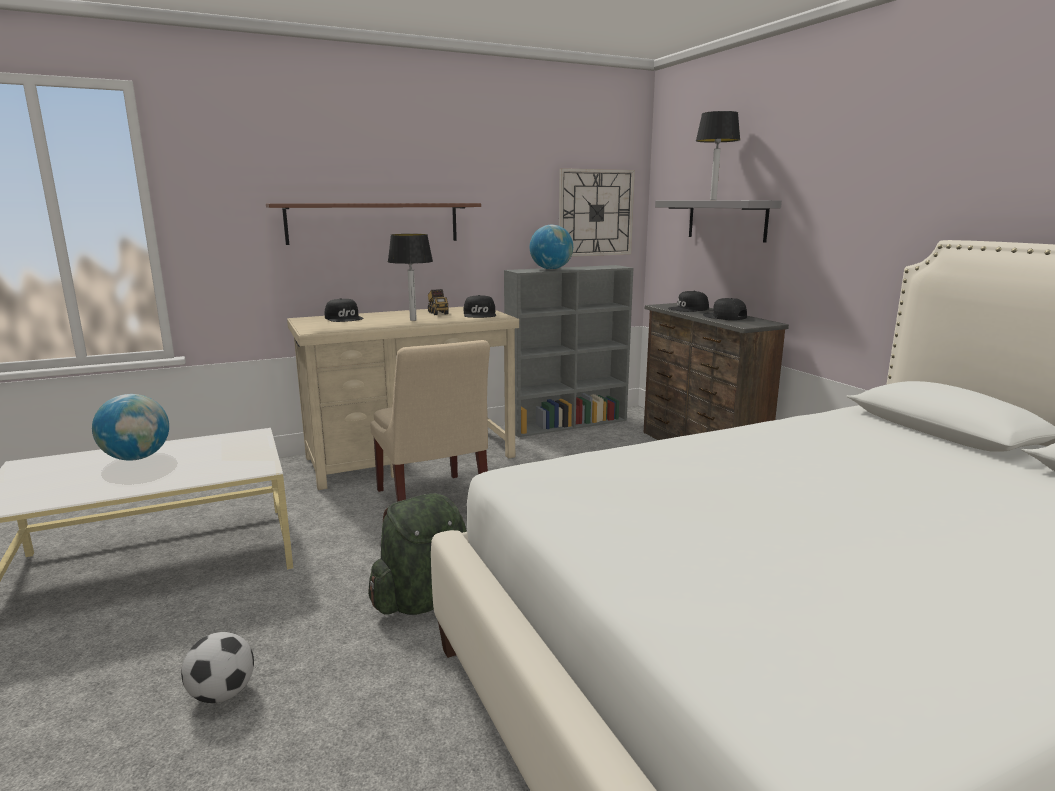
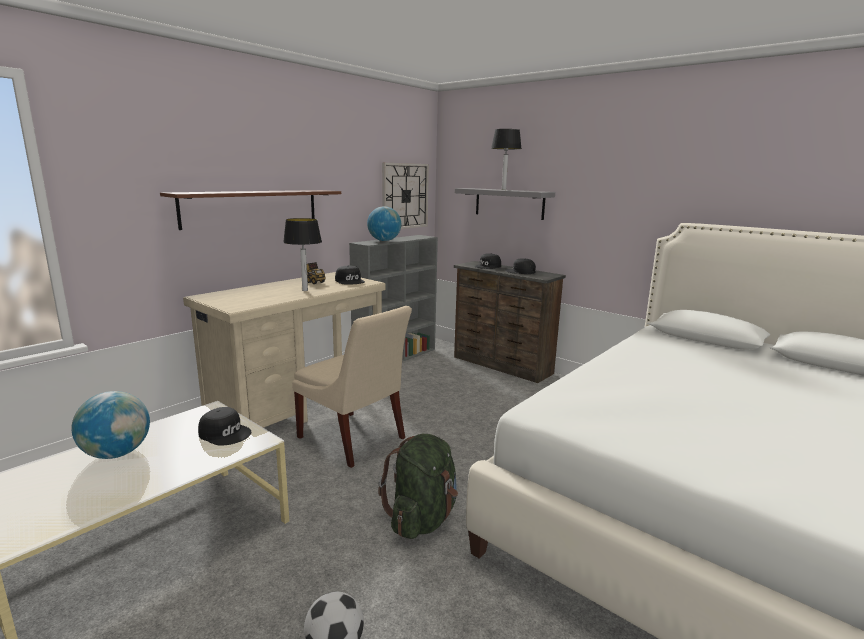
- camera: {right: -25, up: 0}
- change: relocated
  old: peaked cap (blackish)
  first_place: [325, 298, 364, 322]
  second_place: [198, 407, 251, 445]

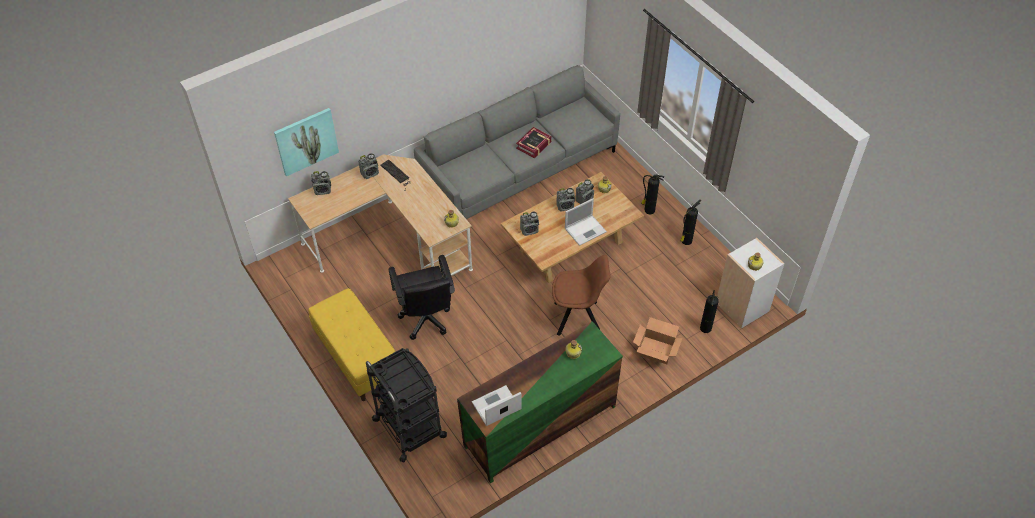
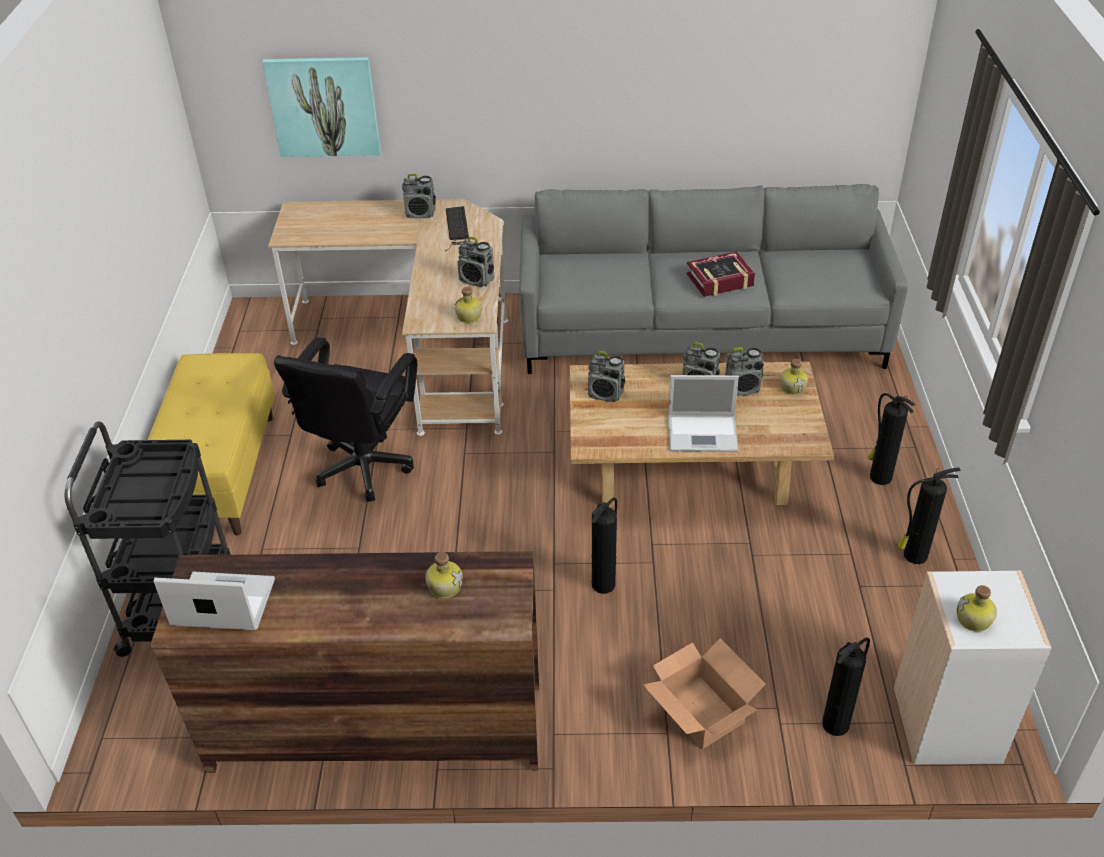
- camera: {right: 35, up: -10}
- change: relocated
  old: radio set
  first_place: [311, 171, 331, 195]
  second_place: [458, 236, 494, 287]
- change: exchanged
  old: upright chair (brown)
  new: extinguisher
  first_place: [552, 255, 611, 336]
  second_place: [591, 498, 618, 594]
- change: colour
  old: cabinet (green)
  new: cabinet (brown)
  first_place: [457, 321, 623, 483]
  second_place: [150, 551, 539, 773]

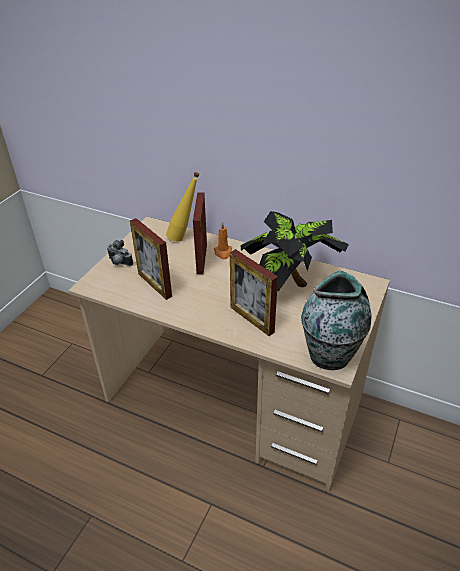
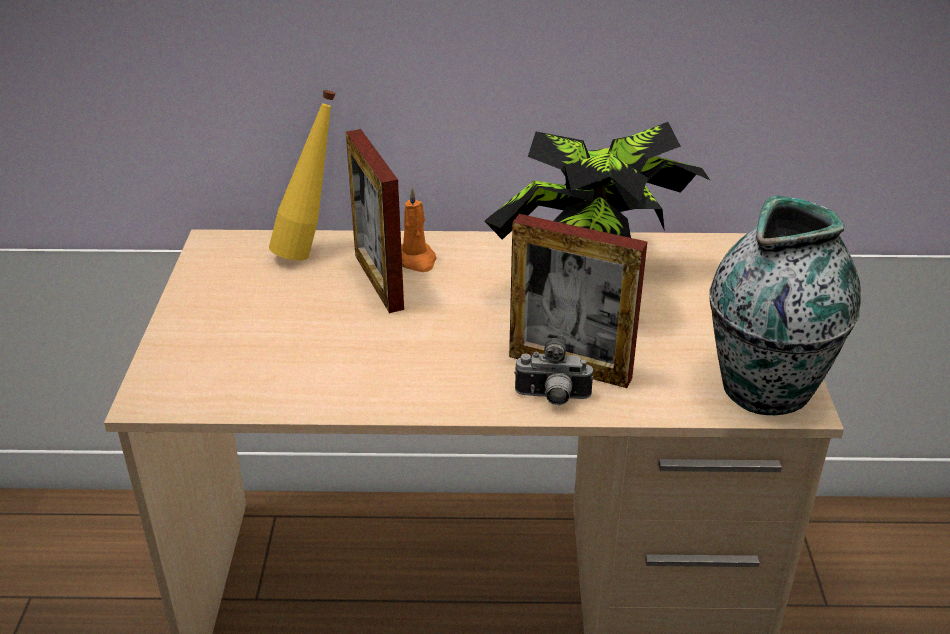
- camera: {right: -25, up: -5}
- change: missing
  old: photo frame
  first_place: [130, 218, 172, 300]
- change: relocated
  old: photo camera
  first_place: [107, 240, 133, 266]
  second_place: [514, 335, 594, 405]

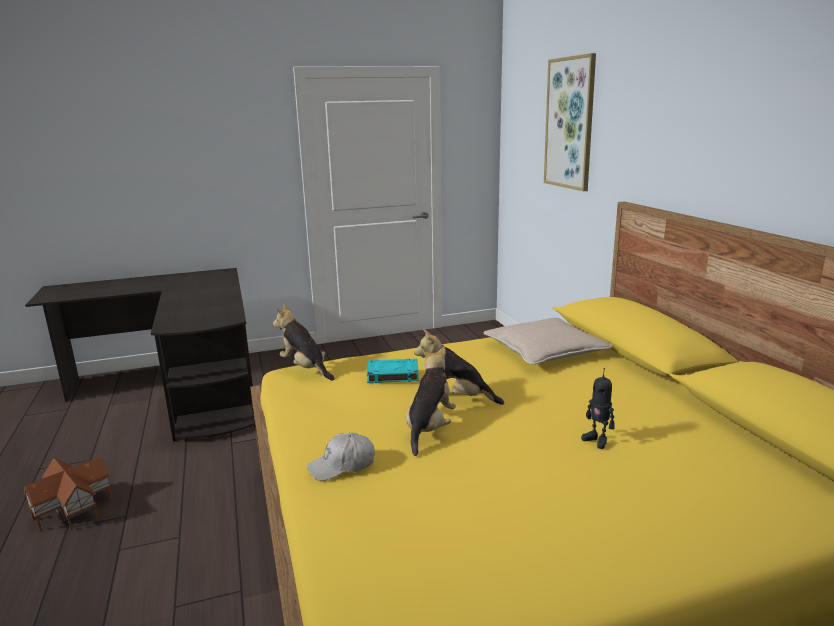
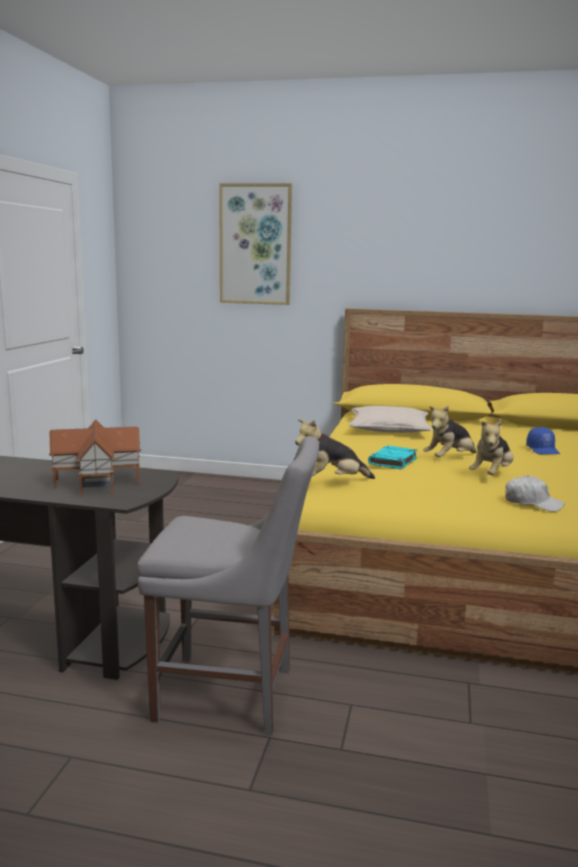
- camera: {right: -60, up: -5}
- change: appeared
  new: upright chair (grey)
  second_place: [137, 436, 319, 736]
- change: relocated
  old: toy house
  first_place: [23, 457, 113, 531]
  second_place: [49, 419, 141, 496]
- change: exchanged
  old: model robot
  new: peaked cap (blue)
  first_place: [581, 368, 615, 449]
  second_place: [526, 427, 560, 454]
- change: spun
  old: peaked cap (whitish)
  first_place: [307, 433, 375, 481]
  second_place: [505, 475, 565, 512]
  degrees: -75
- change: spun
  old: plush toy
  first_place: [406, 346, 456, 456]
  second_place: [469, 420, 514, 475]
  degrees: -105

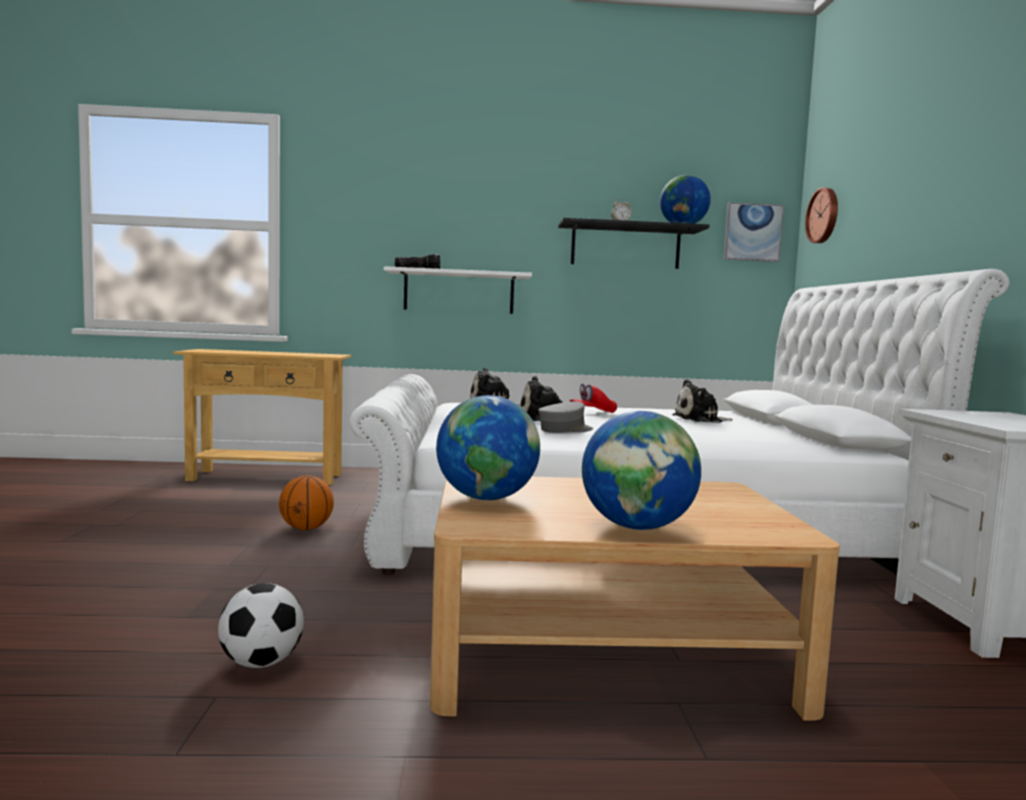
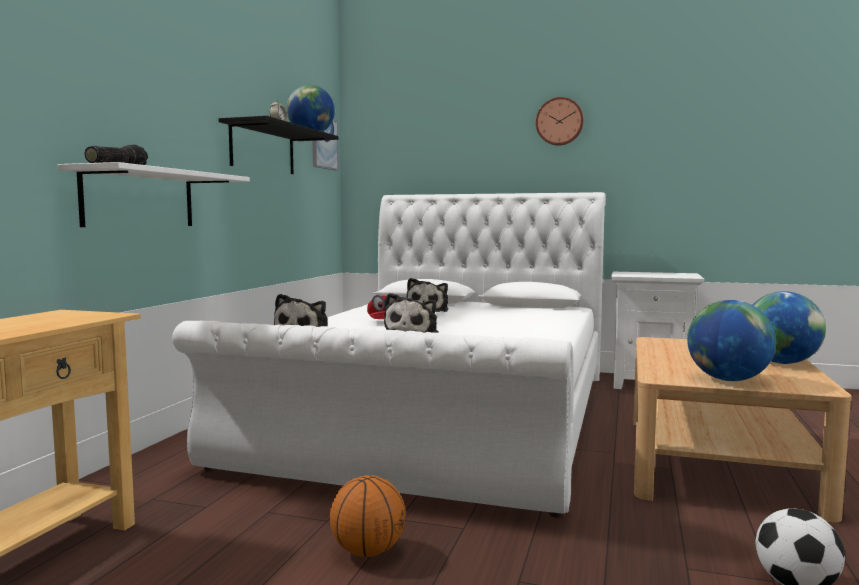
- camera: {right: -70, up: 0}
- change: missing
  old: peaked cap (grey)
  first_place: [538, 402, 593, 433]
- change: relocated
  old: hanging clock
  first_place: [805, 188, 838, 243]
  second_place: [536, 97, 584, 146]

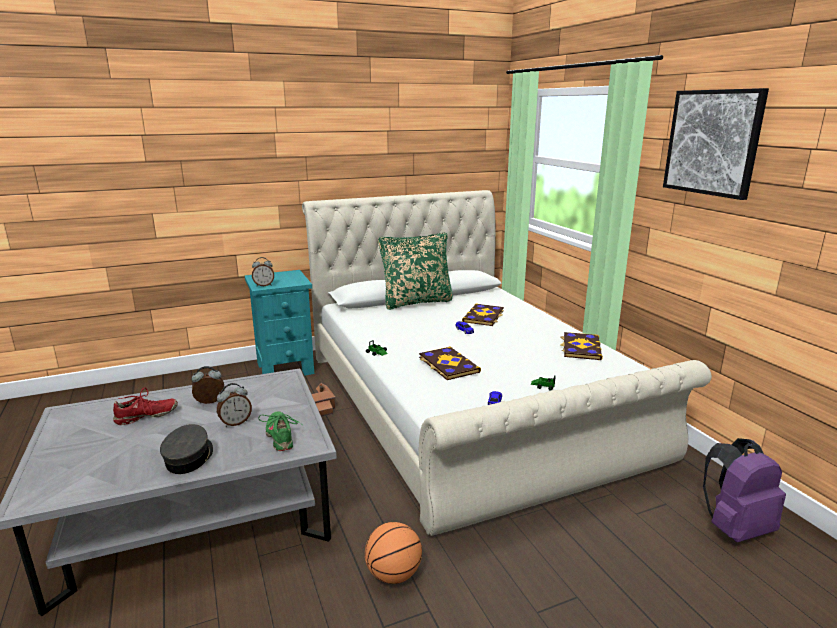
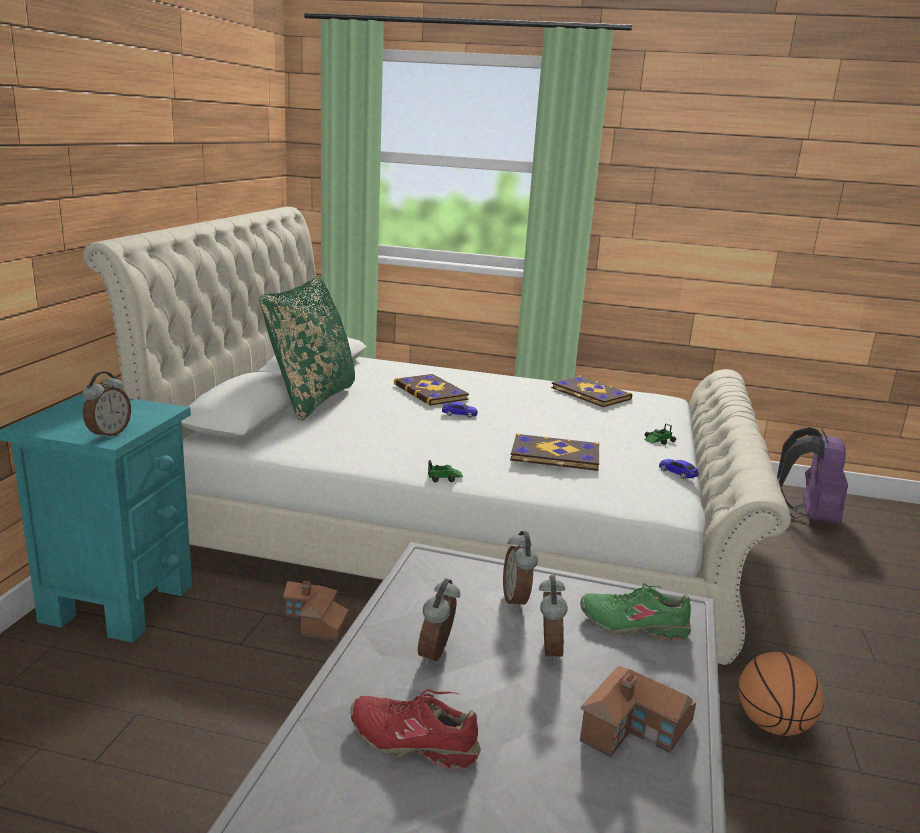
- camera: {right: -55, up: 0}
- change: missing
  old: picture
  first_place: [663, 88, 769, 200]
- change: appeared
  new: bedside clock
  second_place: [503, 531, 538, 610]
- change: exchanged
  old: peaked cap (grey)
  new: toy house
  first_place: [160, 424, 213, 474]
  second_place: [580, 666, 696, 757]
- change: spun
  old: item of footwear (red)
  first_place: [113, 387, 178, 425]
  second_place: [350, 689, 481, 769]
  degrees: -75

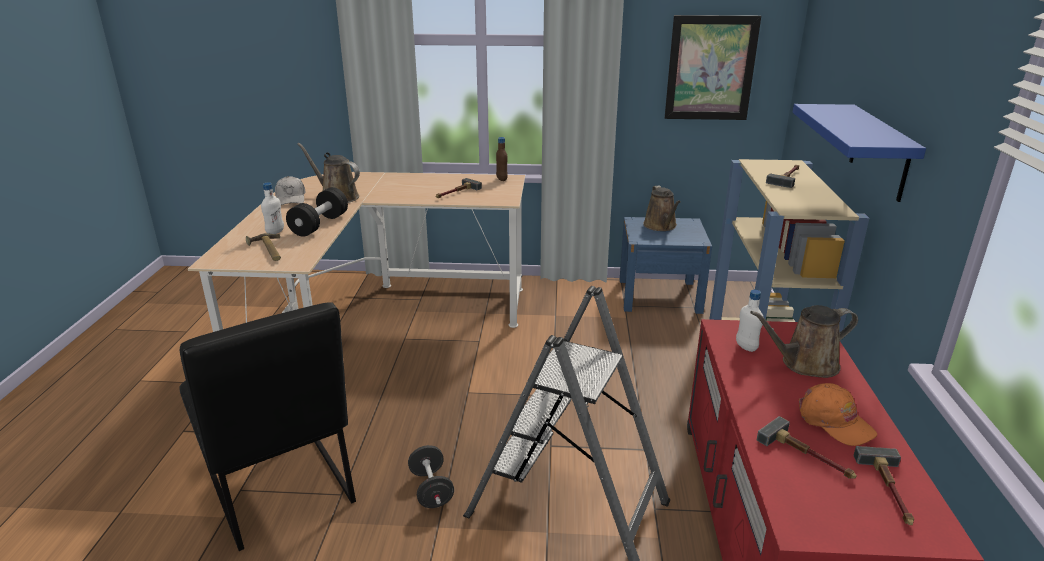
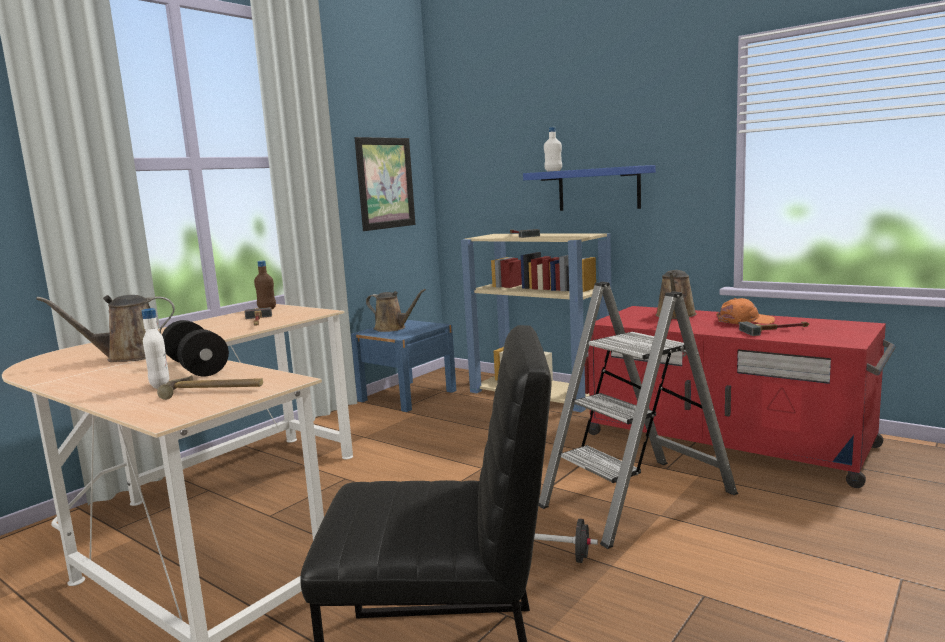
- camera: {right: -55, up: -15}
- change: missing
  old: peaked cap (whitish)
  first_place: [275, 176, 305, 205]
- change: missing
  old: tool hammer
  first_place: [853, 446, 914, 525]
- change: relocated
  old: drink bottle (whitish)
  first_place: [736, 290, 763, 352]
  second_place: [544, 127, 562, 171]

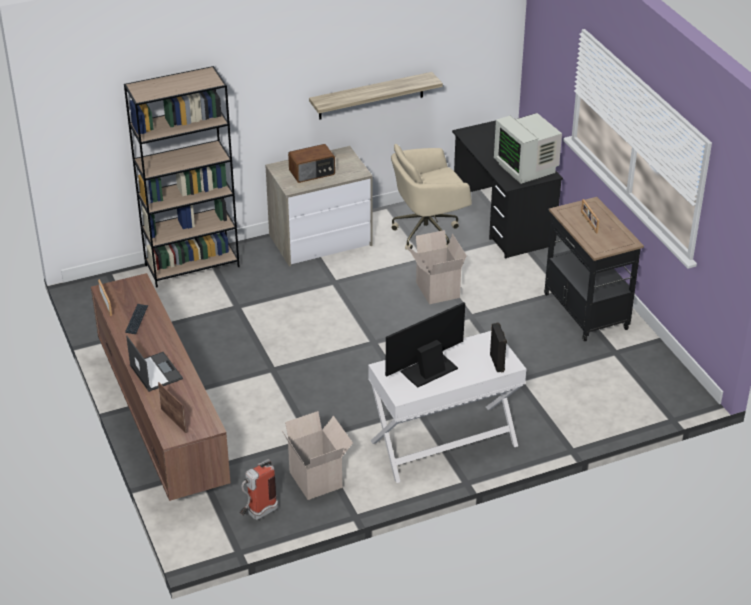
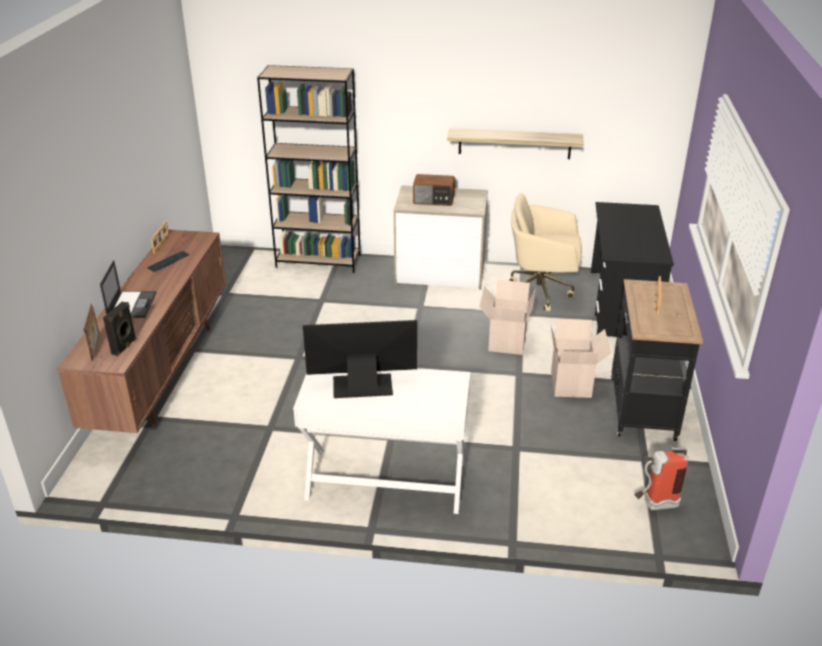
- camera: {right: 30, up: -5}
- change: missing
  old: monitor
  first_place: [494, 113, 562, 184]
- change: relocated
  old: extinguisher
  first_place: [239, 459, 278, 520]
  second_place: [635, 447, 688, 510]
- change: relocated
  old: cardboard box
  first_place: [282, 411, 353, 500]
  second_place: [550, 319, 611, 398]
- change: relocated
  old: loudspeaker (blackish)
  first_place: [490, 322, 507, 372]
  second_place: [103, 302, 136, 356]

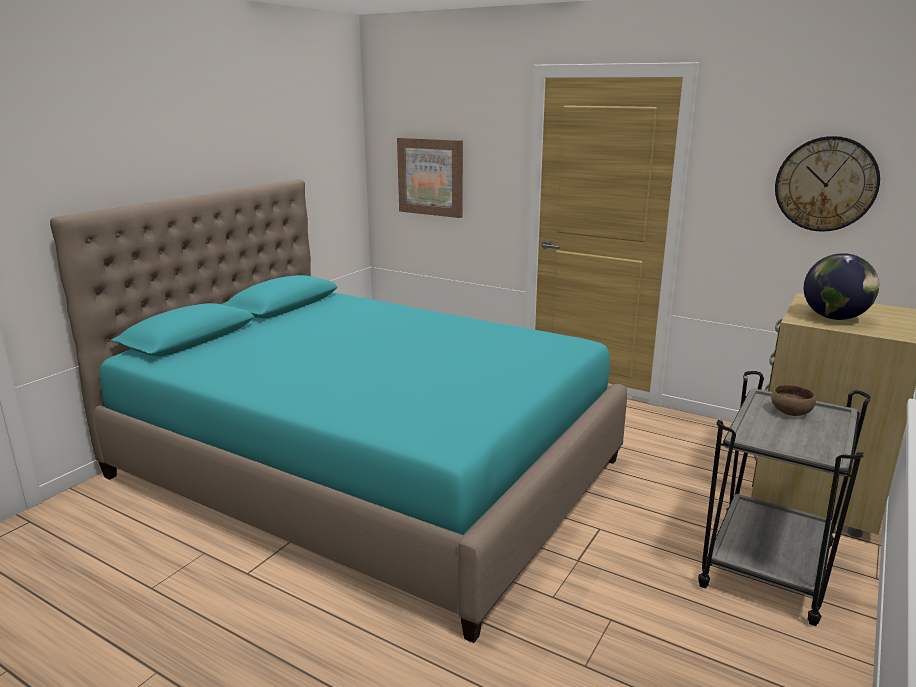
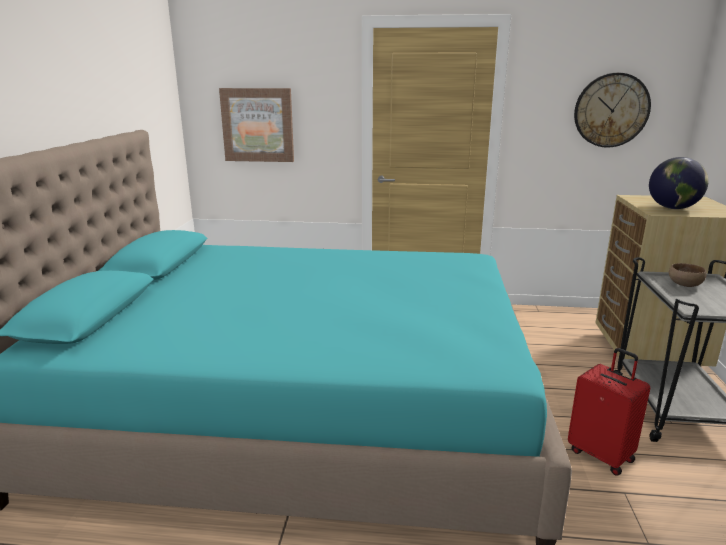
- camera: {right: -25, up: 0}
- change: appeared
  new: suitcase (red)
  second_place: [568, 348, 650, 476]

